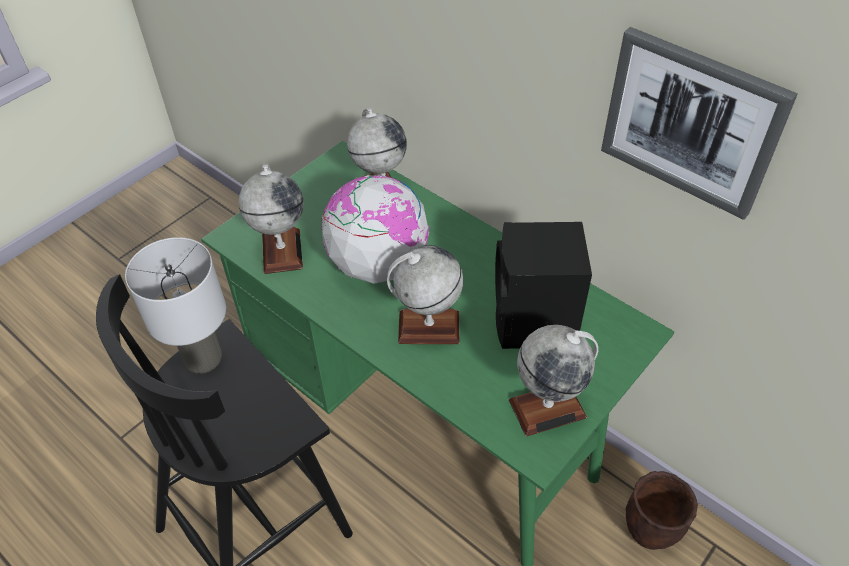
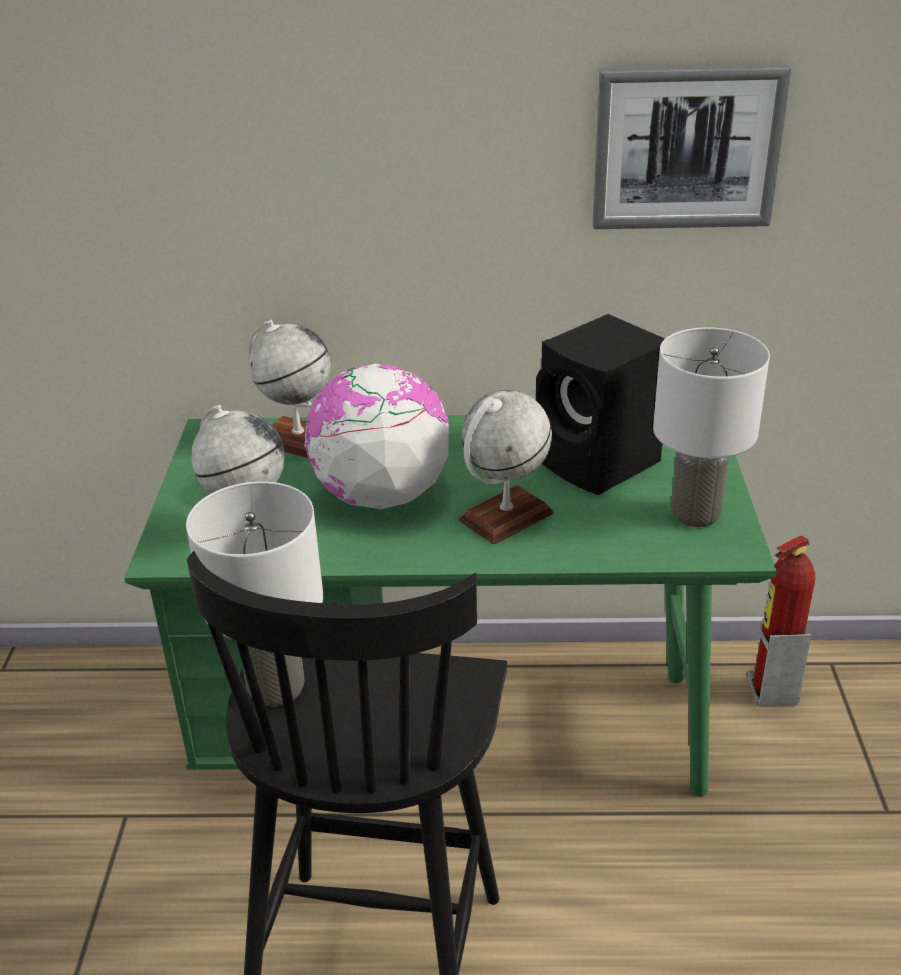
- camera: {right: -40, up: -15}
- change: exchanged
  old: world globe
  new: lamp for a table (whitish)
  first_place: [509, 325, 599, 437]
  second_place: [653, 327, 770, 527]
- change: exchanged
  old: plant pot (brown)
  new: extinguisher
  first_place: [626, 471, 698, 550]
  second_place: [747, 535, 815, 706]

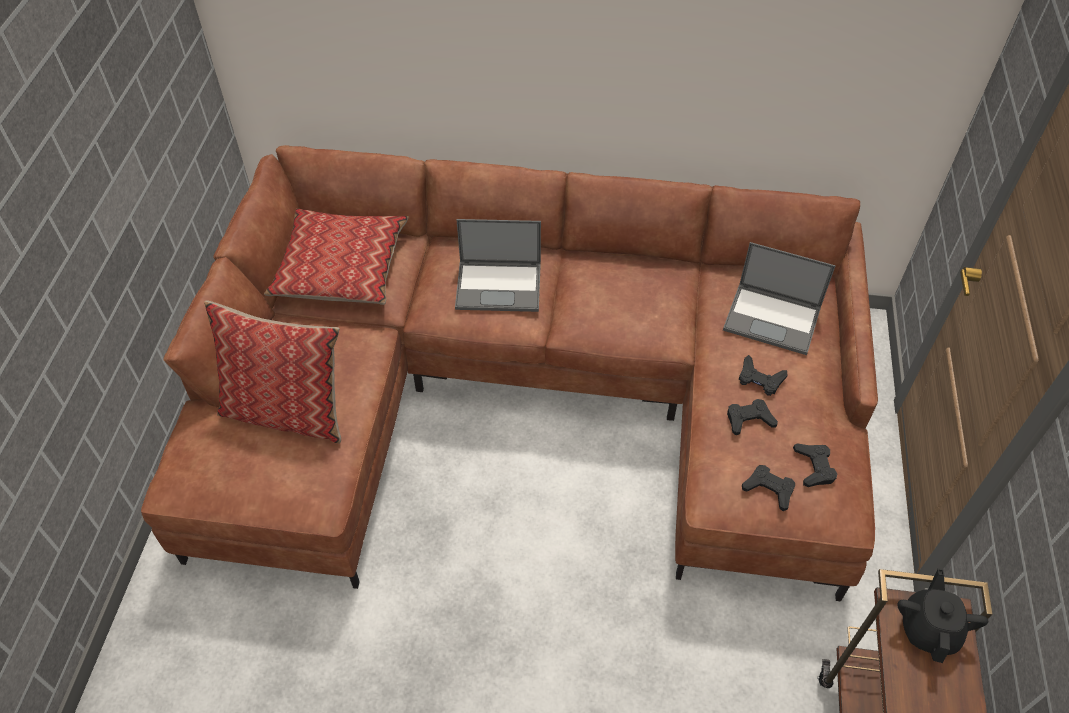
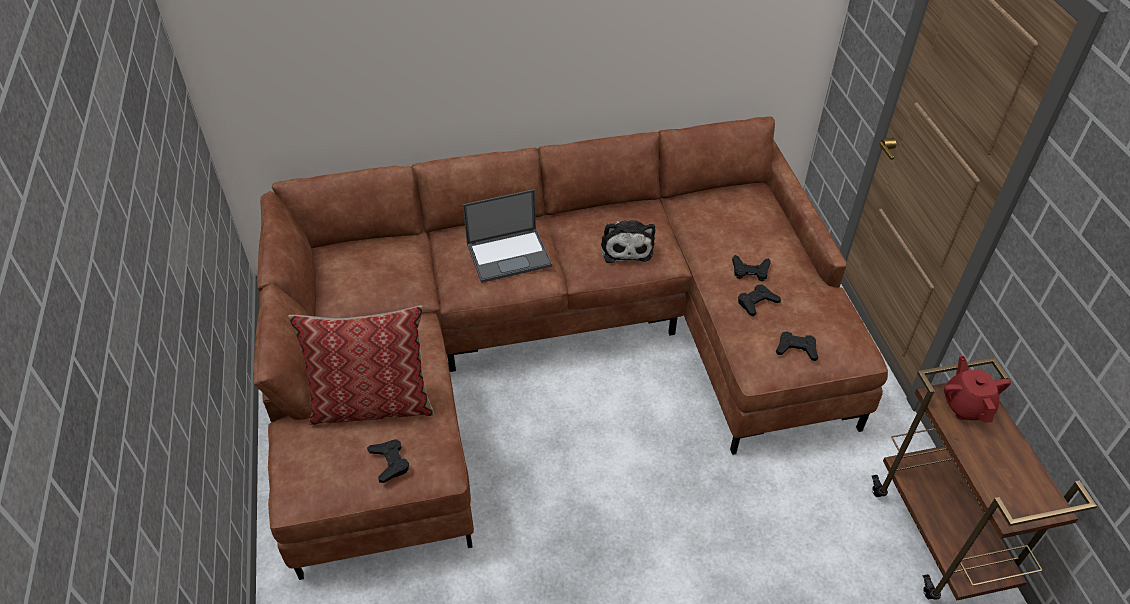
- camera: {right: -20, up: -5}
- change: missing
  old: cushion
  first_place: [264, 208, 409, 305]
- change: missing
  old: laptop
  first_place: [723, 242, 836, 355]
- change: appeared
  new: plush toy
  second_place: [601, 220, 655, 263]
- change: relocated
  old: gamepad (blackish)
  first_place: [793, 443, 837, 487]
  second_place: [367, 439, 409, 483]
- change: colour
  old: pot for tea (blackish)
  new: pot for tea (red)
  first_place: [898, 569, 988, 663]
  second_place: [944, 356, 1011, 423]

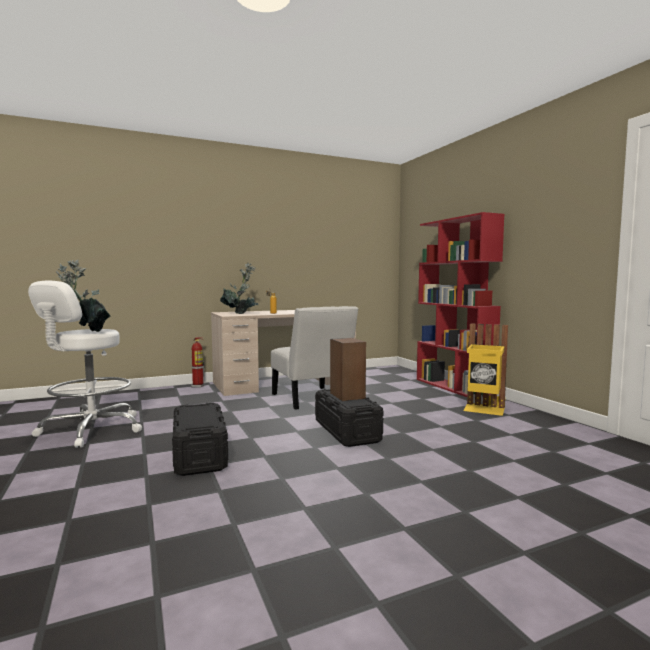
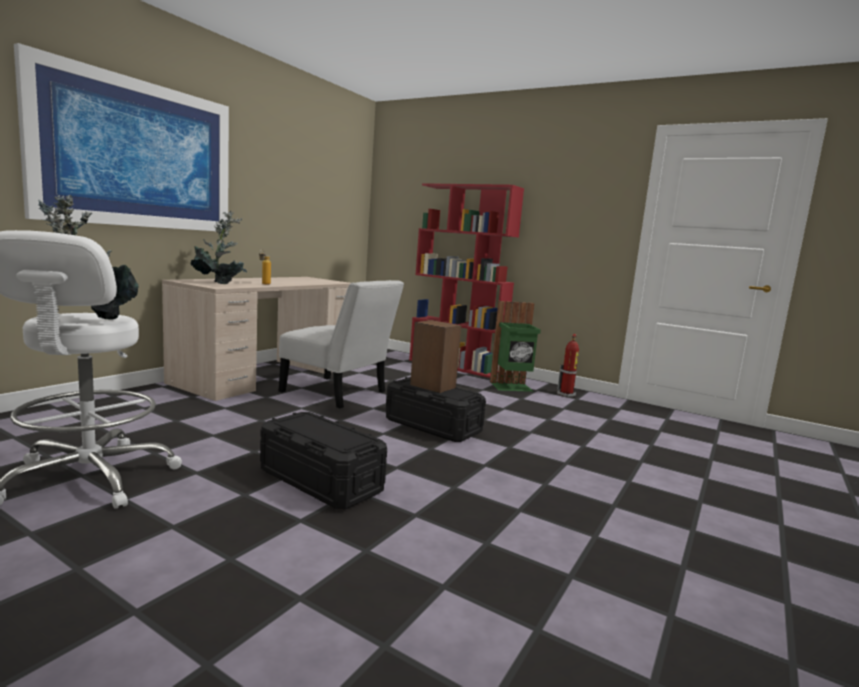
- camera: {right: -35, up: 5}
- change: appeared
  new: picture
  second_place: [14, 43, 229, 231]
- change: relocated
  old: extinguisher
  first_place: [191, 337, 205, 388]
  second_place: [557, 334, 579, 397]
- change: colour
  old: waste bin (yellow-coloured)
  new: waste bin (green)
  first_place: [463, 323, 508, 416]
  second_place: [490, 301, 541, 392]

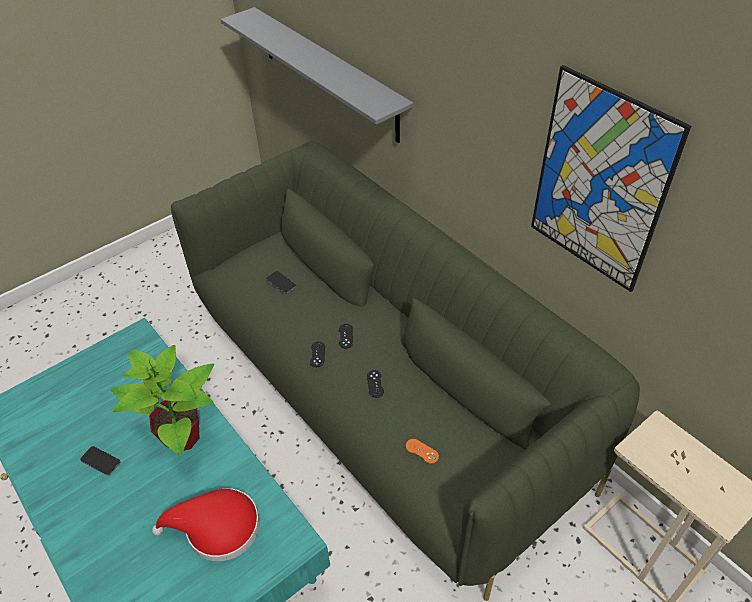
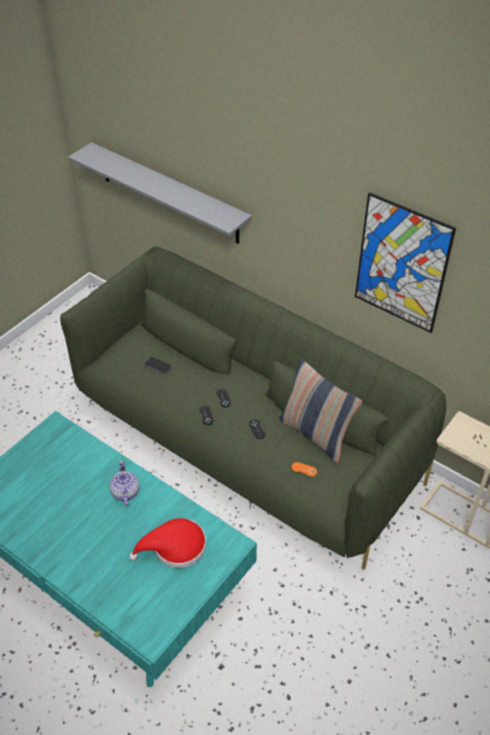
- camera: {right: -15, up: 0}
- change: missing
  old: phone
  first_place: [80, 446, 121, 476]
- change: appeared
  new: cushion
  second_place: [279, 358, 362, 463]
- change: exchanged
  old: potted plant
  new: pot for tea
  first_place: [111, 345, 214, 455]
  second_place: [109, 461, 139, 507]

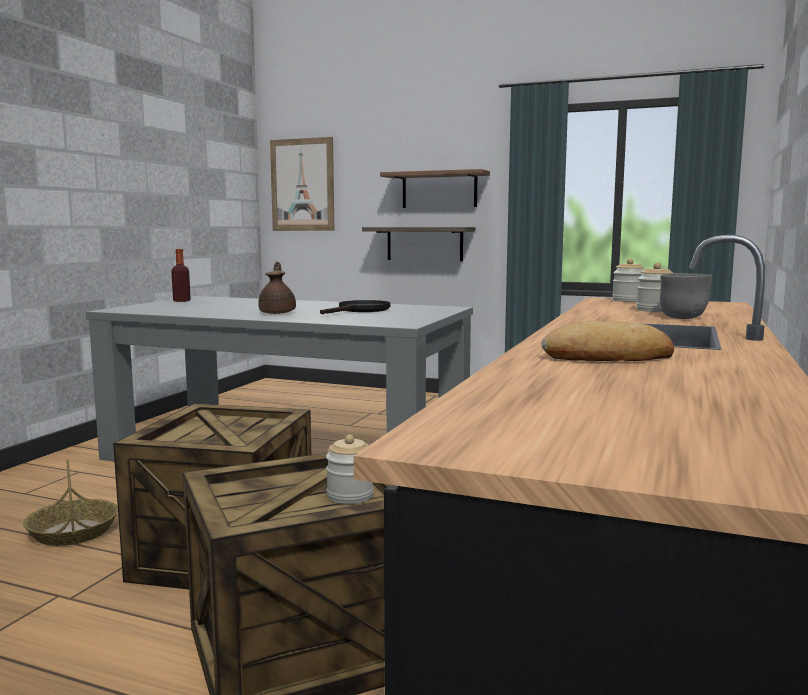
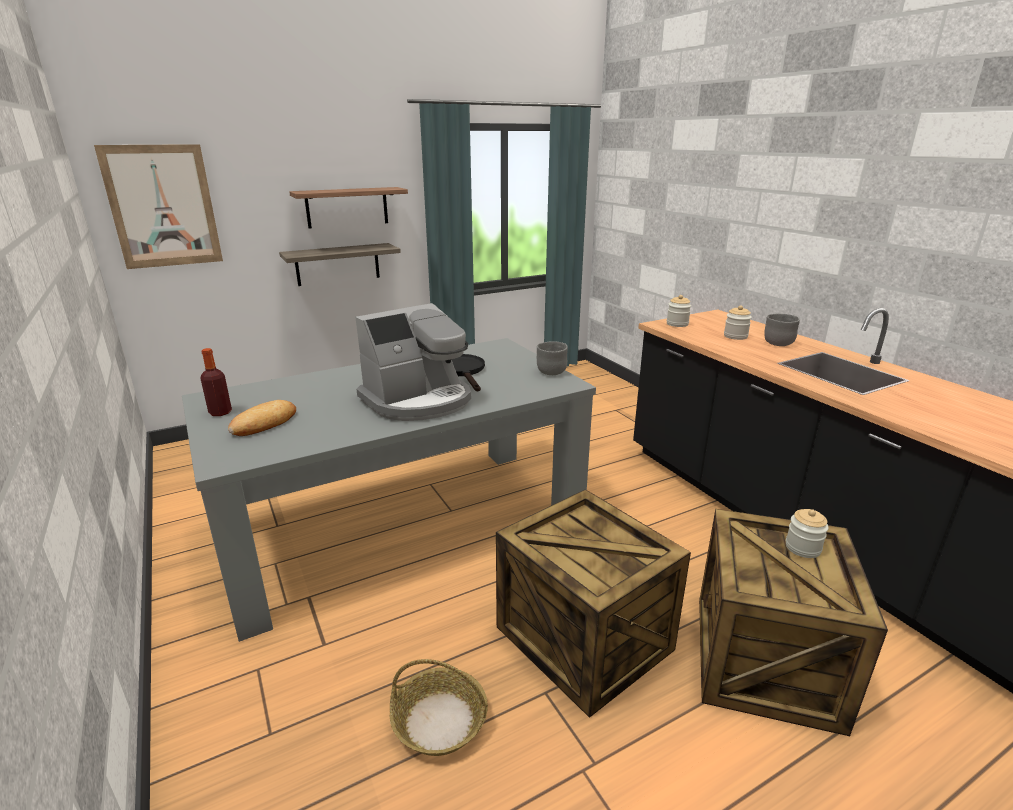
- camera: {right: -50, up: 15}
- change: appeared
  new: serving bowl (grey)
  second_place: [537, 341, 568, 375]
- change: relocated
  old: bakery bread
  first_place: [542, 321, 674, 361]
  second_place: [228, 400, 296, 436]
- change: exchanged
  old: pot for tea (brown)
  new: coffee machine
  first_place: [258, 262, 296, 314]
  second_place: [355, 303, 471, 421]

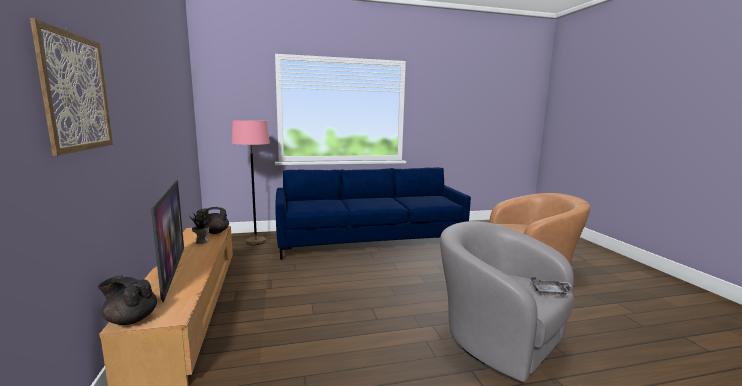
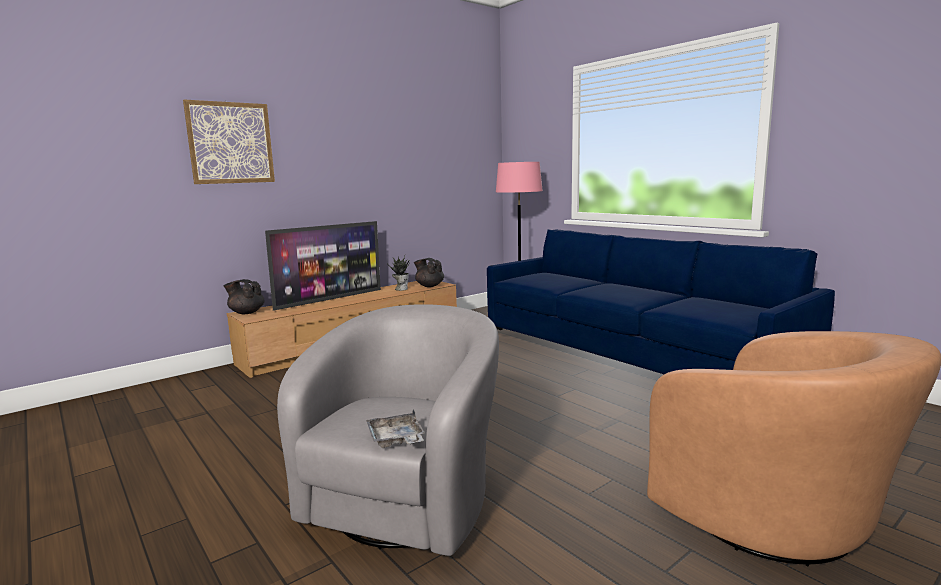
- camera: {right: 65, up: 0}
- change: spun
  old: pot for tea (blackish)
  first_place: [98, 275, 157, 325]
  second_place: [224, 279, 264, 314]
  degrees: -60

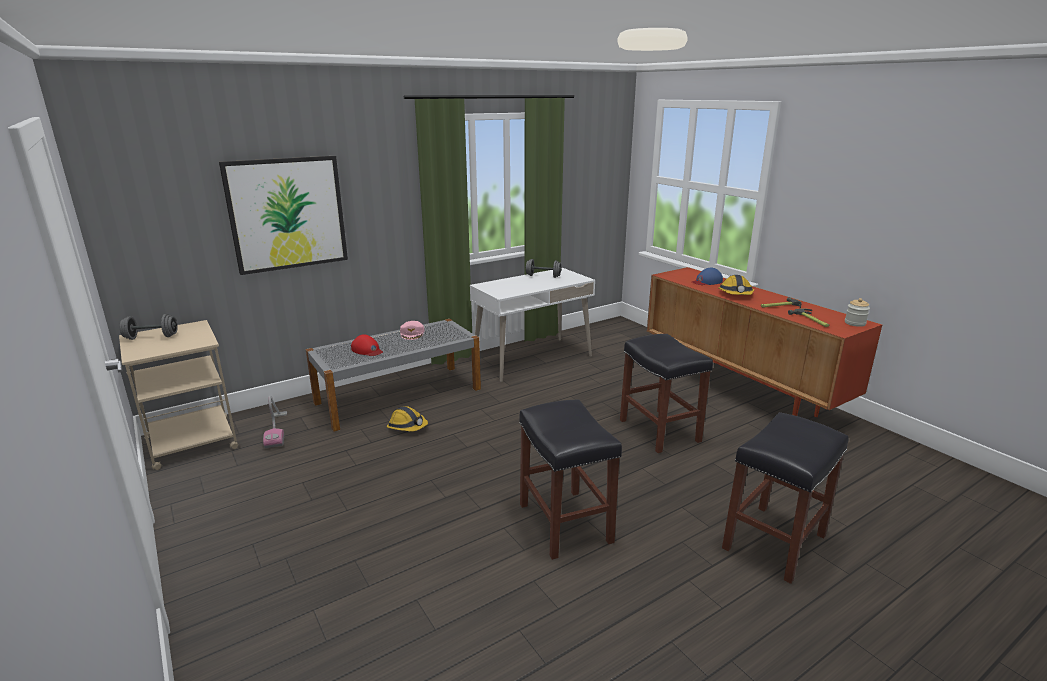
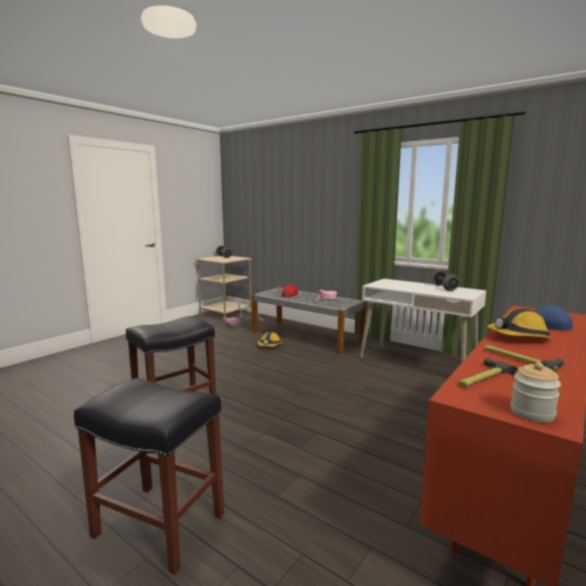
- camera: {right: 70, up: -10}
- change: missing
  old: picture
  first_place: [219, 156, 348, 275]
- change: missing
  old: stool seat (blackish)
  first_place: [620, 334, 713, 453]

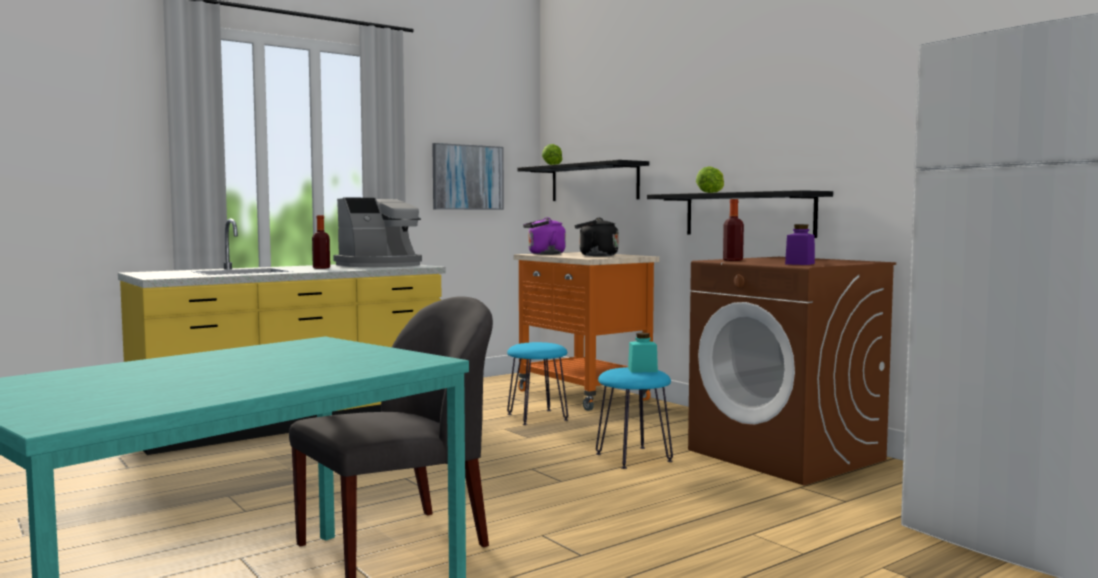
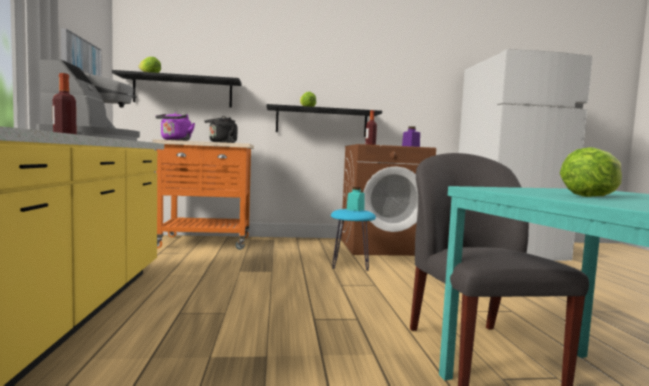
- camera: {right: -60, up: 0}
- change: missing
  old: stool seat (turquoise-coloured)
  first_place: [507, 342, 568, 425]
- change: appeared
  new: lettuce
  second_place: [560, 147, 622, 197]

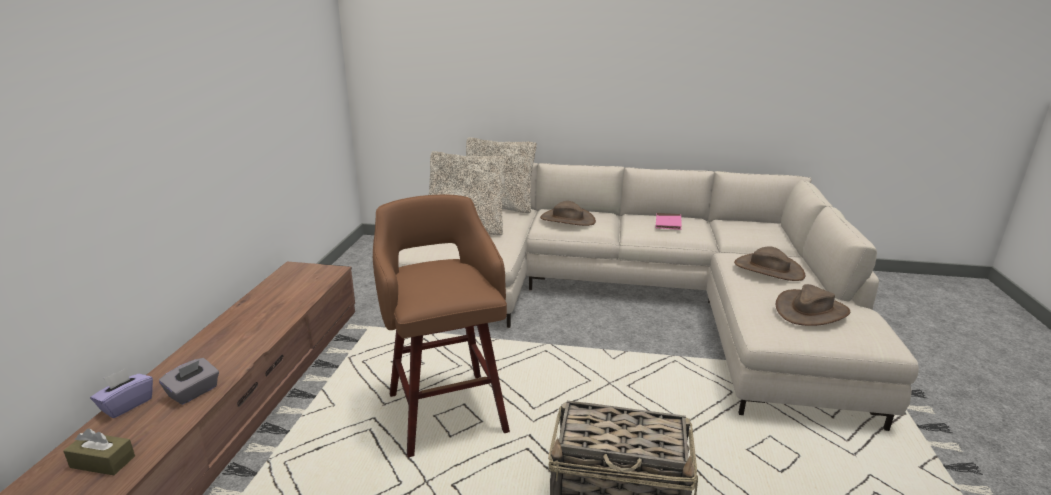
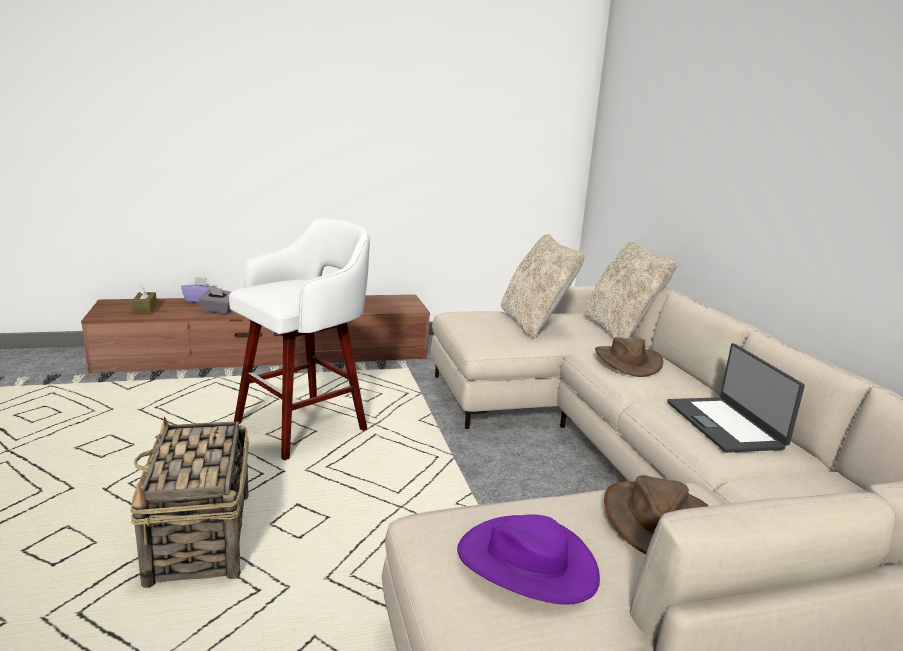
- camera: {right: 65, up: -5}
- change: exchanged
  old: volume (pinkish)
  new: laptop
  first_place: [655, 213, 682, 230]
  second_place: [667, 343, 805, 453]
- change: colour
  old: stool seat (brown)
  new: stool seat (whitish)
  first_place: [373, 195, 510, 457]
  second_place: [229, 219, 370, 460]
- change: colour
  old: wearable hat (brown)
  new: wearable hat (purple)
  first_place: [776, 284, 850, 326]
  second_place: [457, 514, 600, 605]

